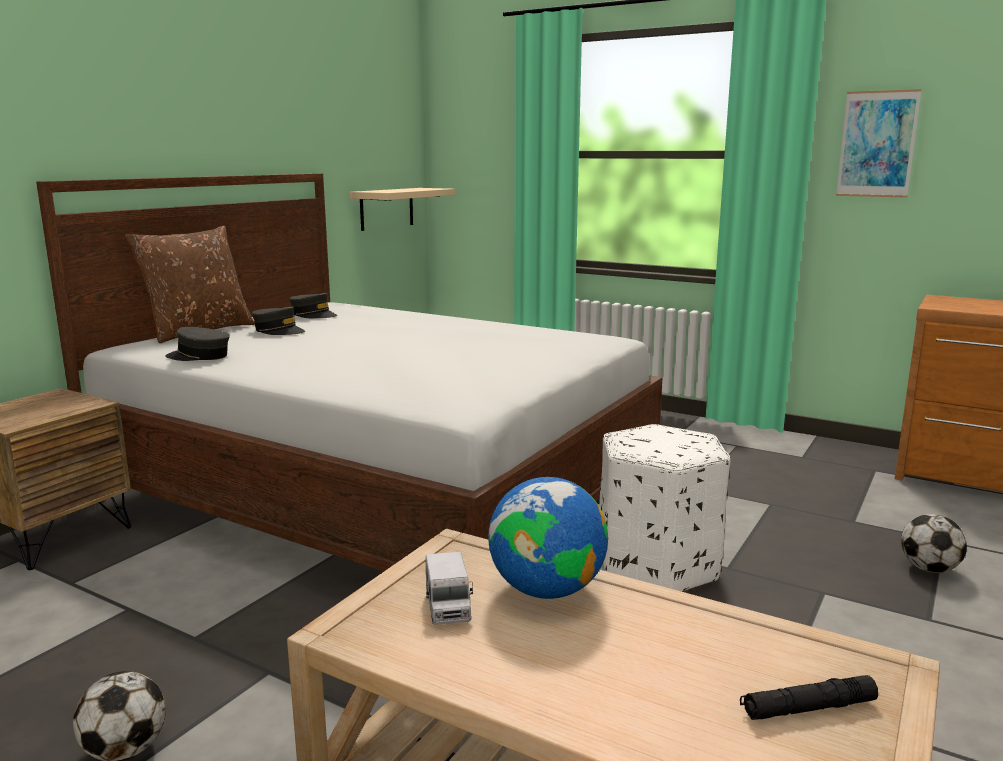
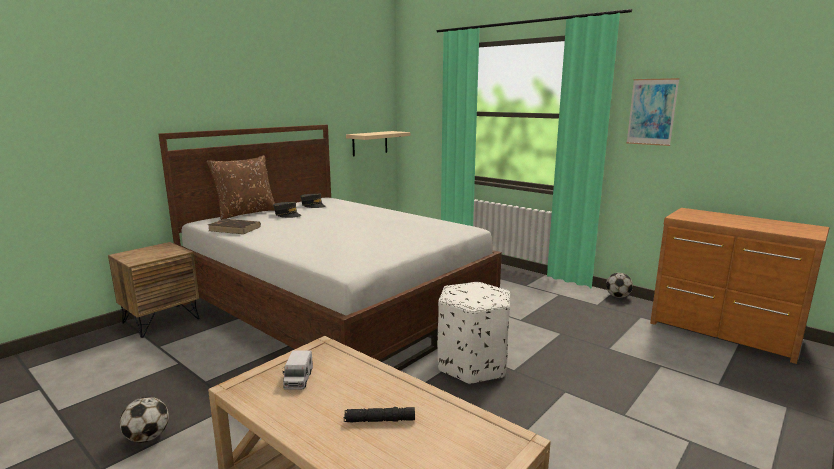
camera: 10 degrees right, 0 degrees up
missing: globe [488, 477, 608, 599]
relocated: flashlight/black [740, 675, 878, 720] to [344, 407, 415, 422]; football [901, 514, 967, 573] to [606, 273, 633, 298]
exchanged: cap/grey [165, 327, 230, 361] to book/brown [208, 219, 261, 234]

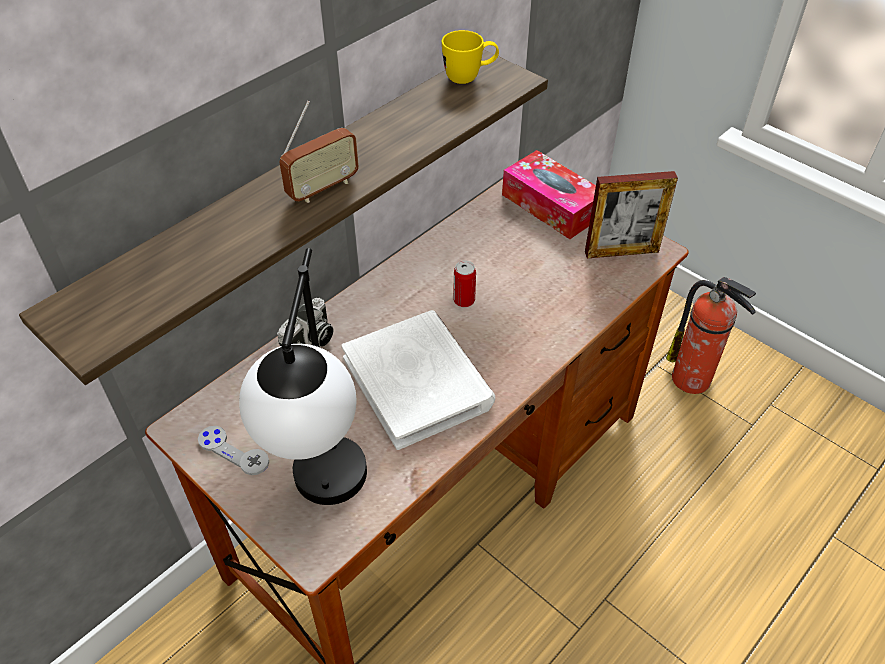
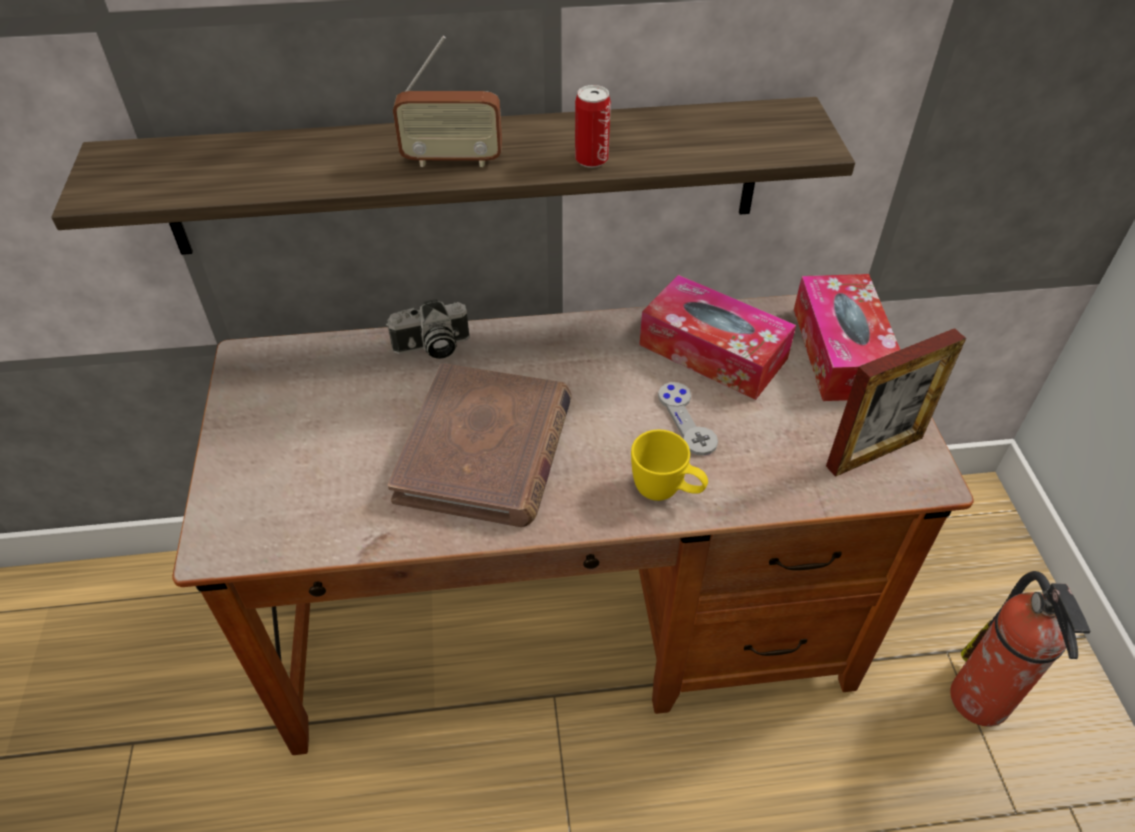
camera: 40 degrees right, 0 degrees up
missing: table lamp [239, 248, 367, 505]
appeared: tissue box [639, 275, 796, 400]
relocated: can [453, 261, 476, 307] to [575, 85, 611, 168]; mug/yellow [442, 30, 499, 84] to [631, 430, 708, 501]; game controller/grey [198, 426, 269, 475] to [658, 382, 718, 456]
colour: book/white [342, 310, 495, 450] to book/brown [388, 363, 572, 527]
spun: picture frame [585, 171, 678, 258] = [826, 328, 966, 477] 60 degrees counterclockwise

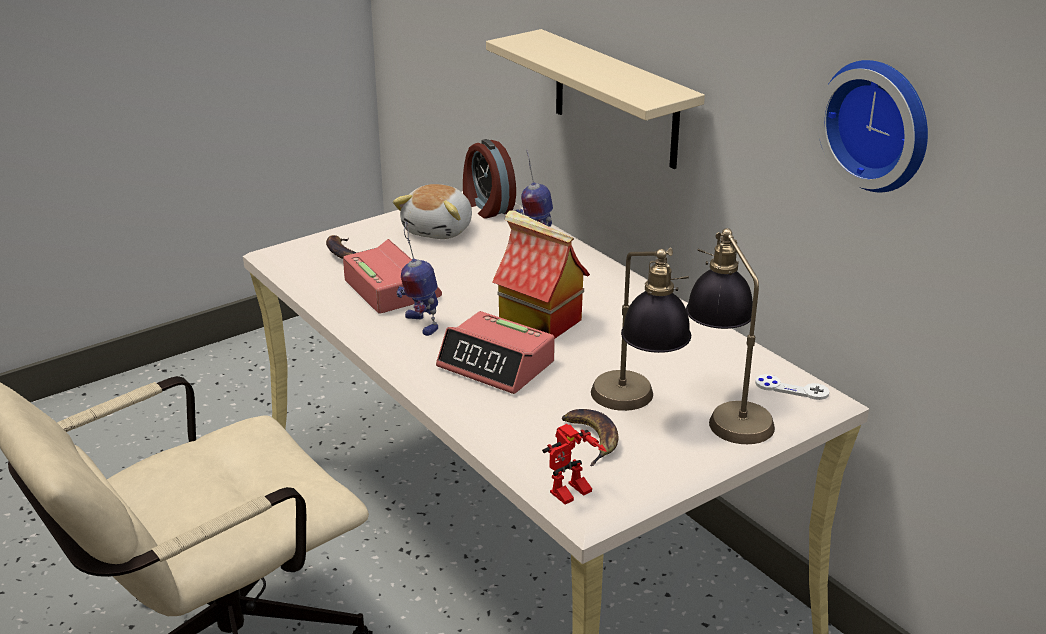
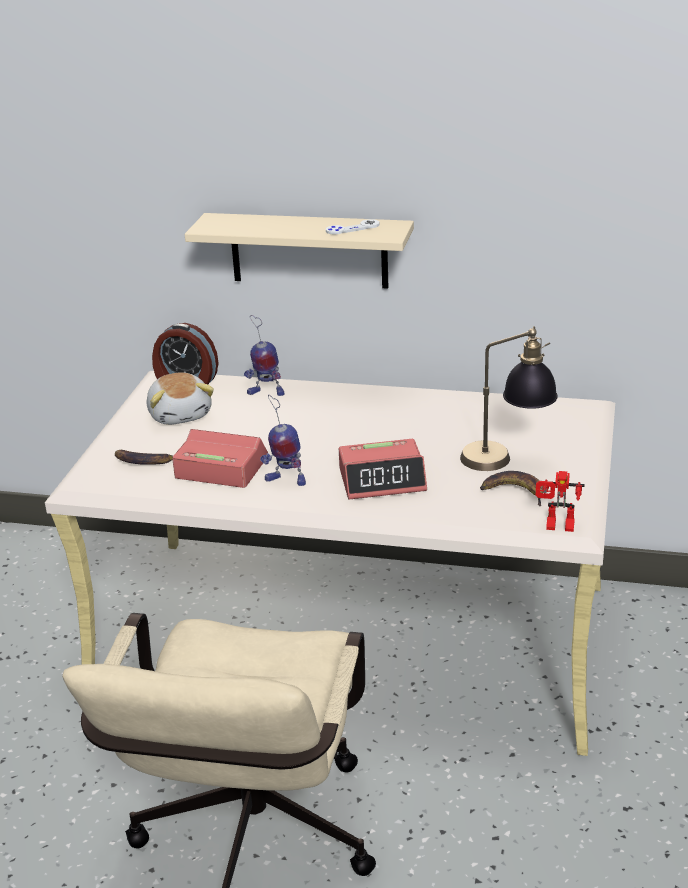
camera: 40 degrees left, 0 degrees up
missing: toy house [492, 211, 590, 338]; table lamp [686, 228, 775, 444]; wall clock [817, 60, 928, 192]
relocated: game controller/white [755, 374, 830, 400] to [326, 219, 379, 234]
spun: toy robot [542, 424, 607, 505] = [536, 471, 585, 532] 90 degrees clockwise

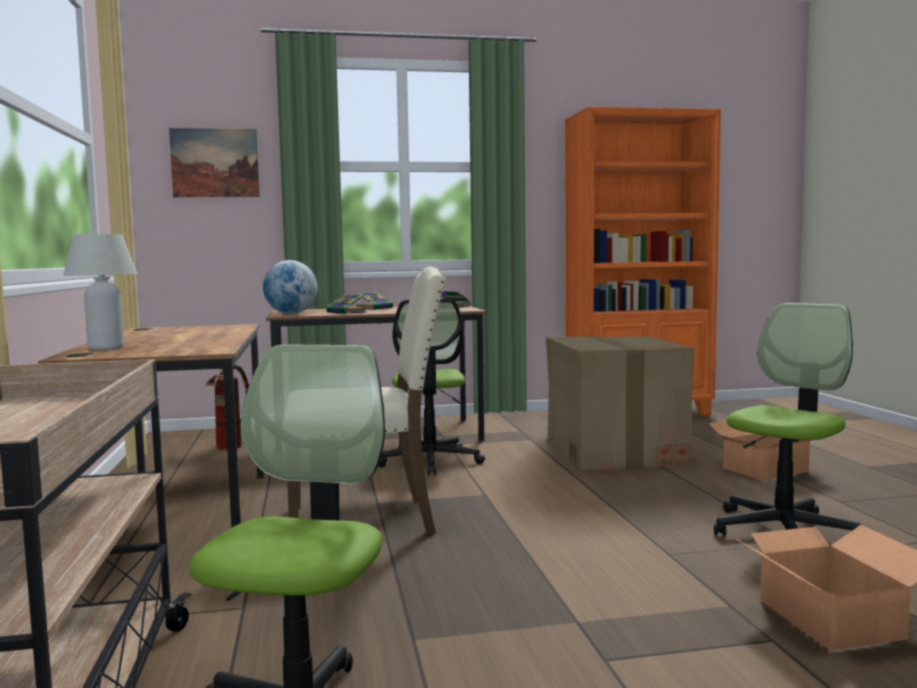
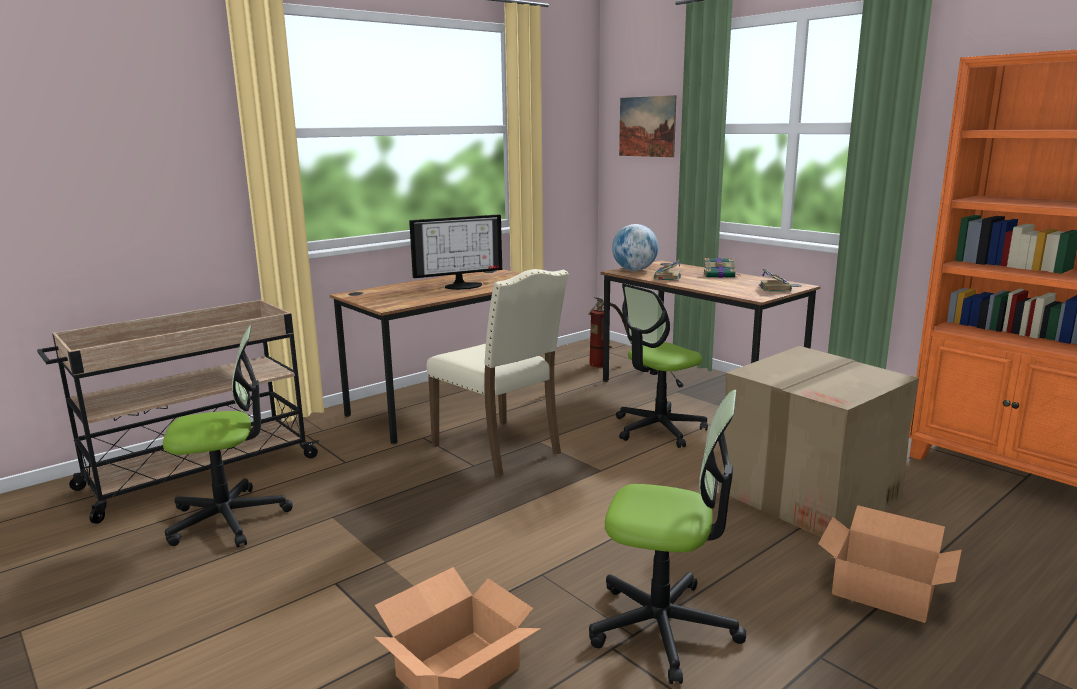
camera: 60 degrees right, 10 degrees up
missing: table lamp/white [63, 234, 137, 350]
appeared: monitor [409, 214, 502, 290]

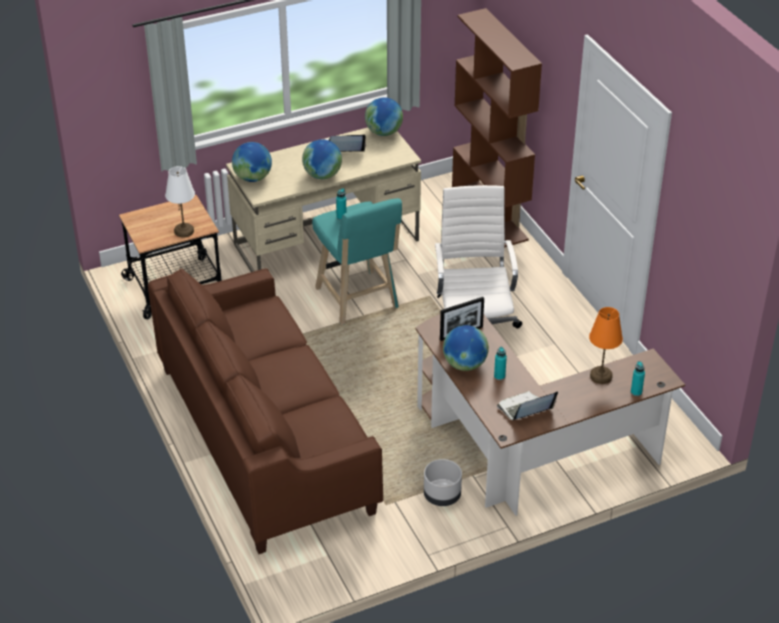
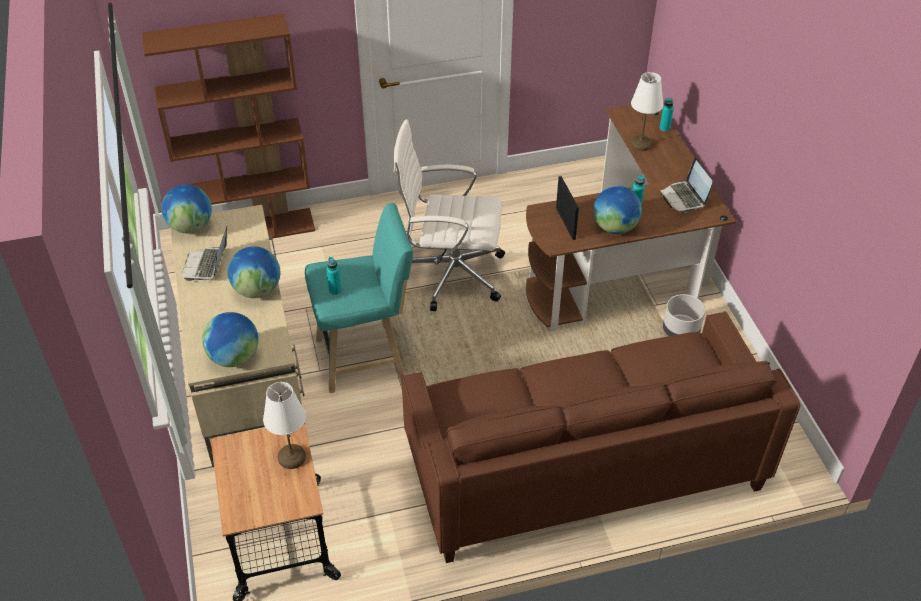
camera: 80 degrees left, 5 degrees up
colour: table lamp/orange [589, 307, 623, 384] to table lamp/white [630, 72, 663, 151]

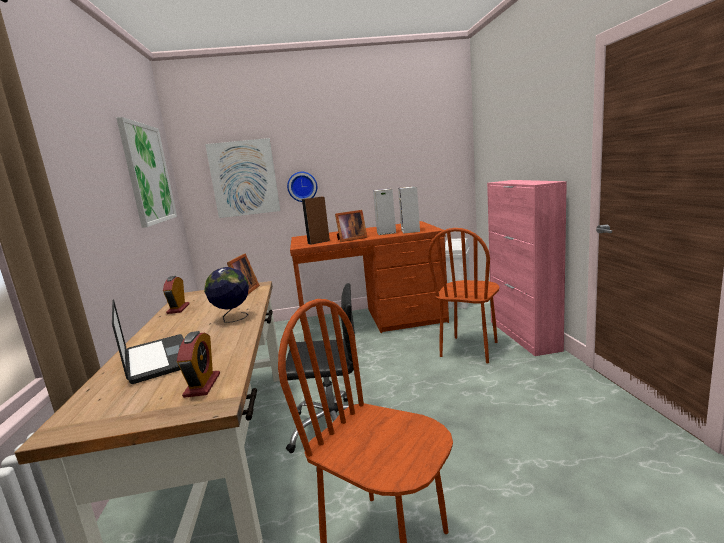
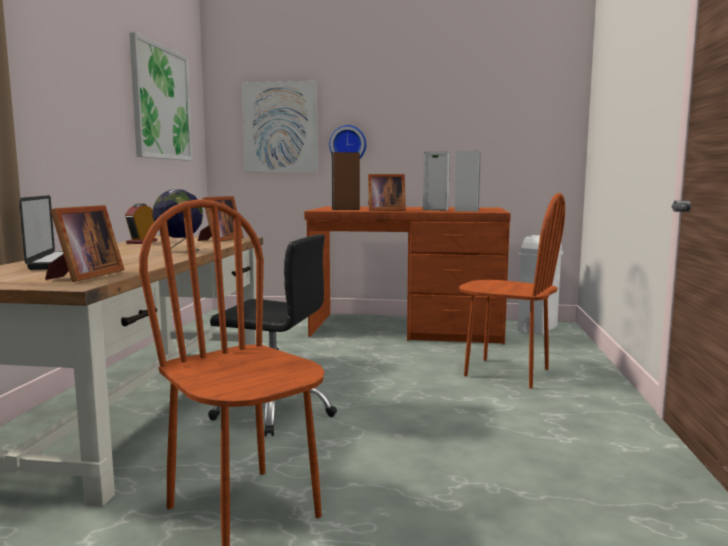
camera: 15 degrees right, 5 degrees down
missing: cabinet/pink [487, 180, 567, 356]
exchanged: alarm clock [177, 331, 220, 398] to picture frame [45, 205, 125, 282]
spun: chair/brown [428, 228, 500, 363] = [459, 193, 565, 389] 105 degrees counterclockwise

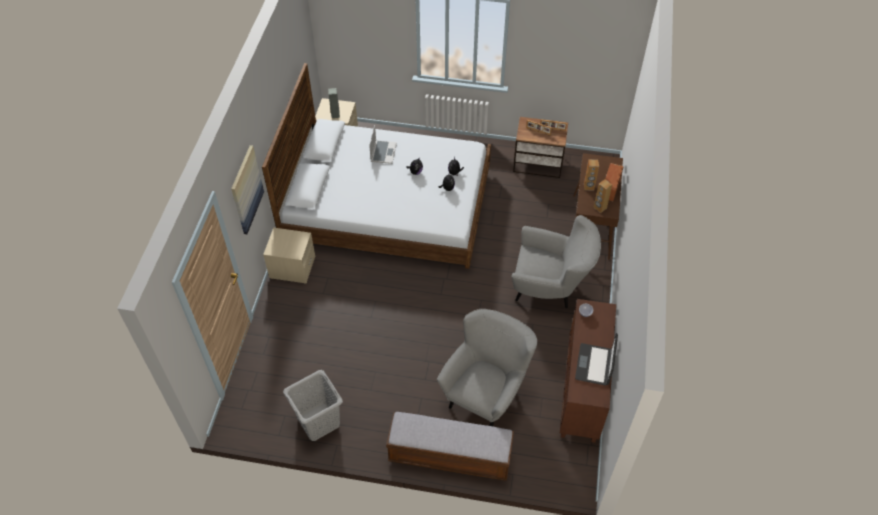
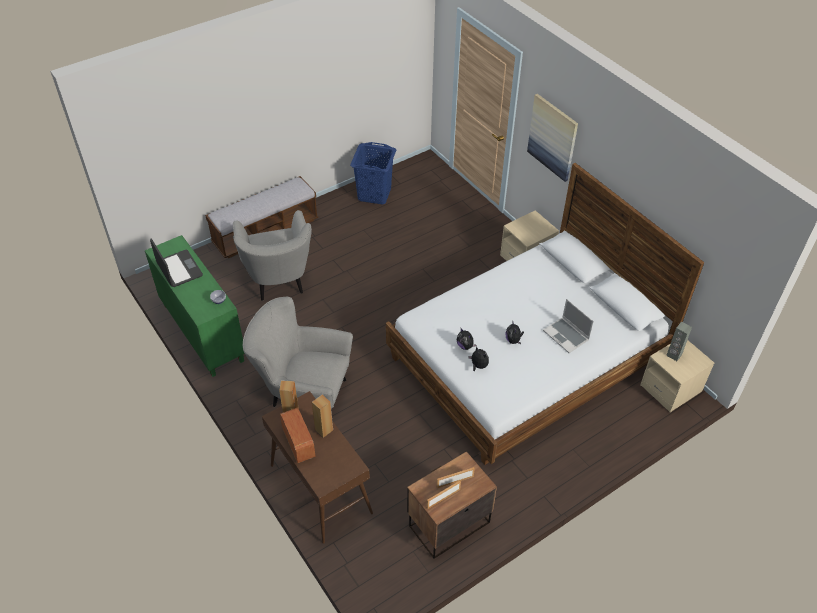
camera: 135 degrees right, 5 degrees down
colour: cabinet/brown [560, 299, 616, 443] to cabinet/green [145, 235, 245, 377]; laundry basket/grey [283, 370, 343, 441] to laundry basket/blue [350, 142, 396, 205]
spun: armchair/grey [512, 215, 601, 308] = [243, 297, 353, 408] 45 degrees clockwise

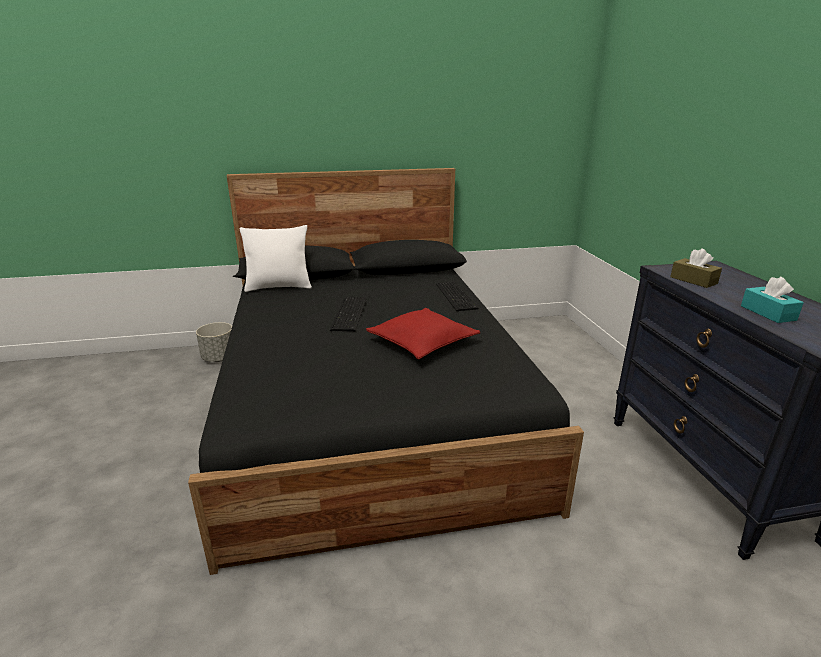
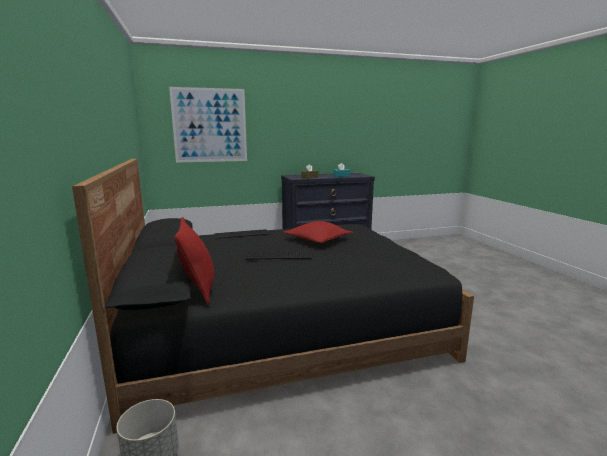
camera: 95 degrees left, 10 degrees down
appeared: picture [169, 87, 247, 163]
colour: pillow/white [240, 225, 312, 292] to pillow/red [174, 217, 214, 305]

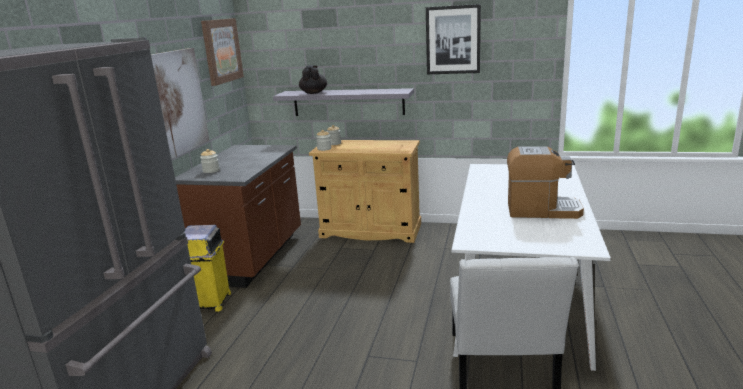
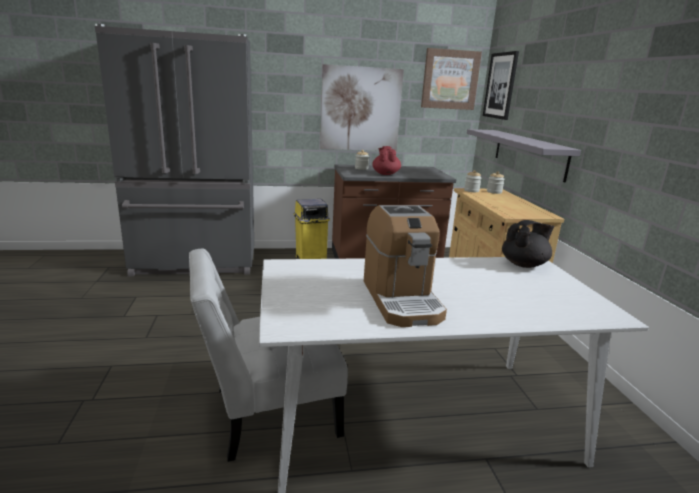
camera: 65 degrees right, 0 degrees up
appeared: teapot/red [372, 146, 401, 175]
relocated: picture [426, 4, 481, 74] to [483, 51, 519, 120]; teapot/black [299, 65, 327, 94] to [502, 220, 554, 268]

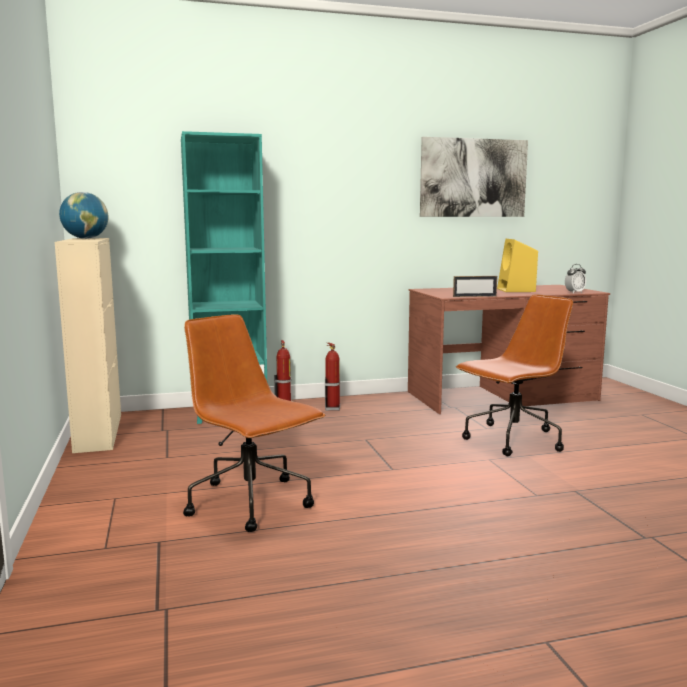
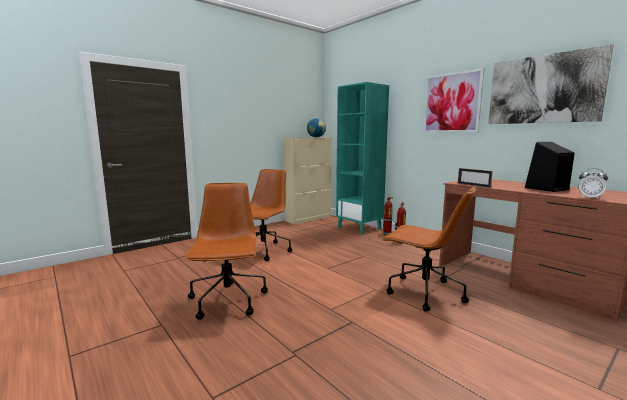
camera: 65 degrees right, 0 degrees up
appeared: office chair/brown [185, 183, 268, 320]; picture [423, 68, 485, 133]
colour: speaker/yellow [497, 239, 538, 292] to speaker/black [525, 142, 575, 192]

